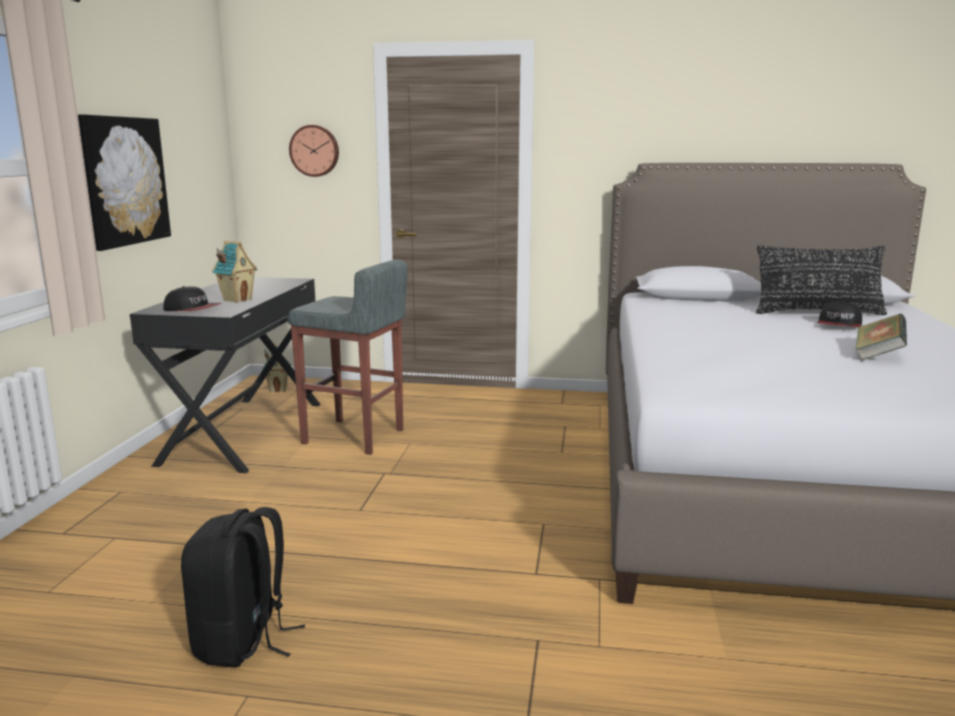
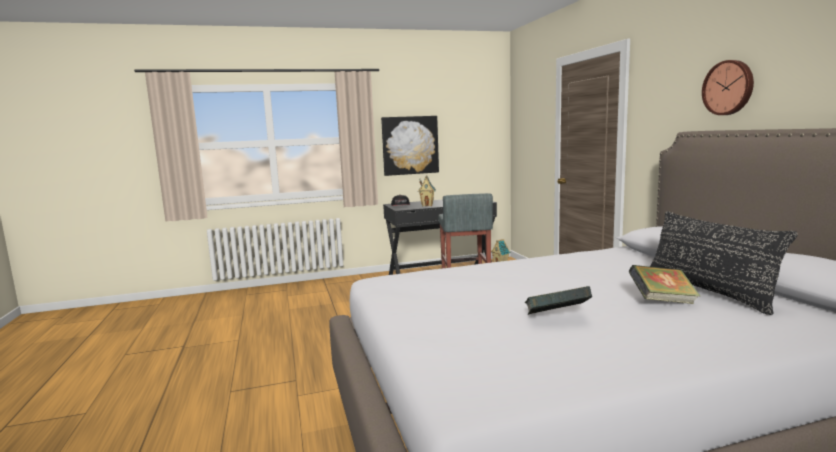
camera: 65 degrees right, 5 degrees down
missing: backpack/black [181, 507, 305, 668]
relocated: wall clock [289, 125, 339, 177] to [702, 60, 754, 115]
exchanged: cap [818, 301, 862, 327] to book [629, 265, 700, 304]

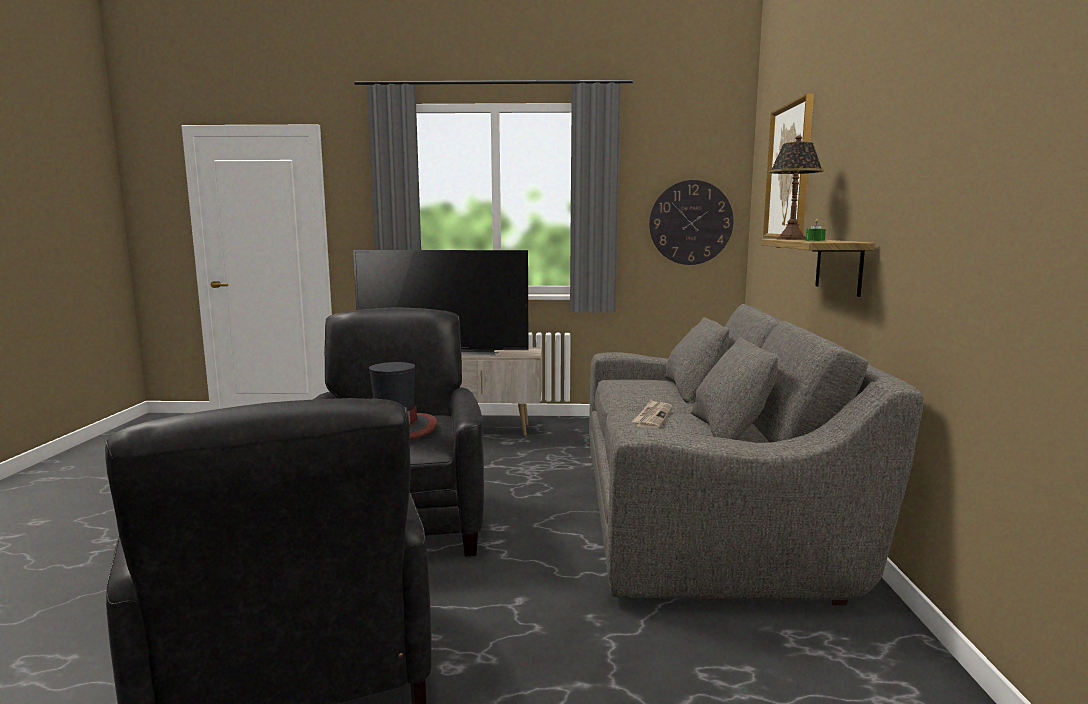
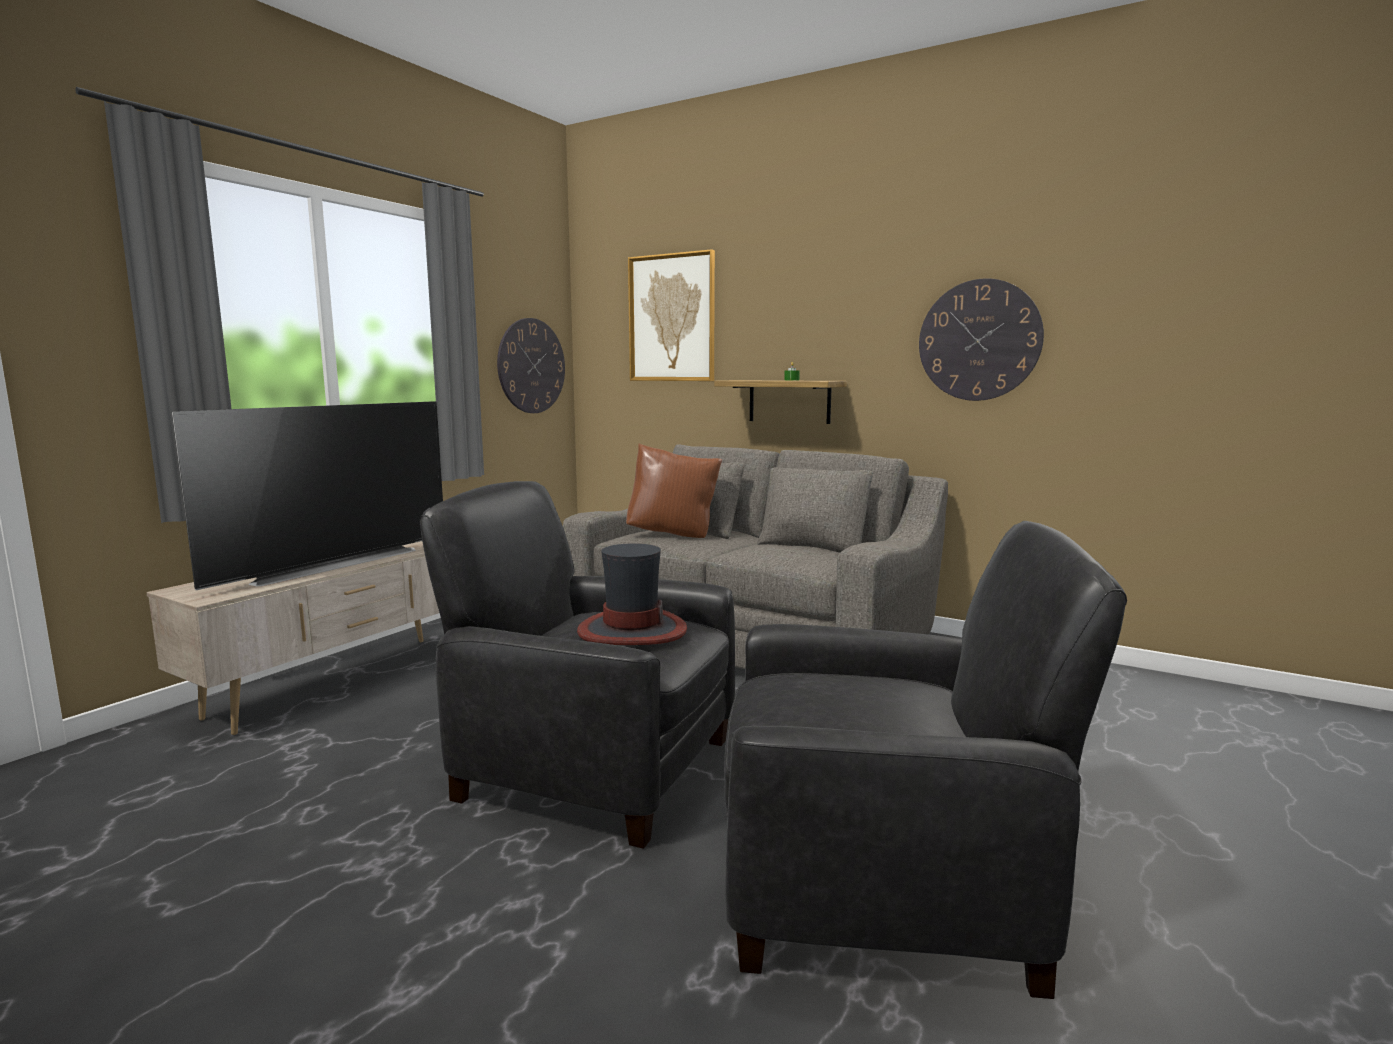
camera: 60 degrees left, 0 degrees up
missing: newspaper [632, 400, 673, 429]; table lamp [769, 135, 824, 240]
appeared: pillow/brown [626, 443, 722, 538]; wall clock [919, 278, 1044, 401]

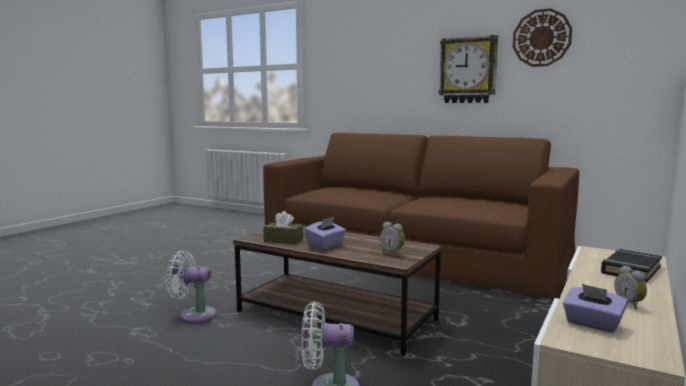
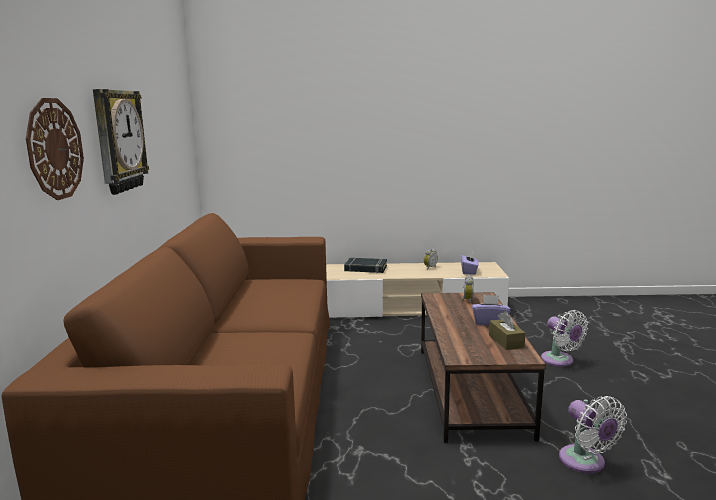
camera: 120 degrees left, 5 degrees up
relocated: wall clock [513, 8, 572, 67] to [26, 98, 84, 200]

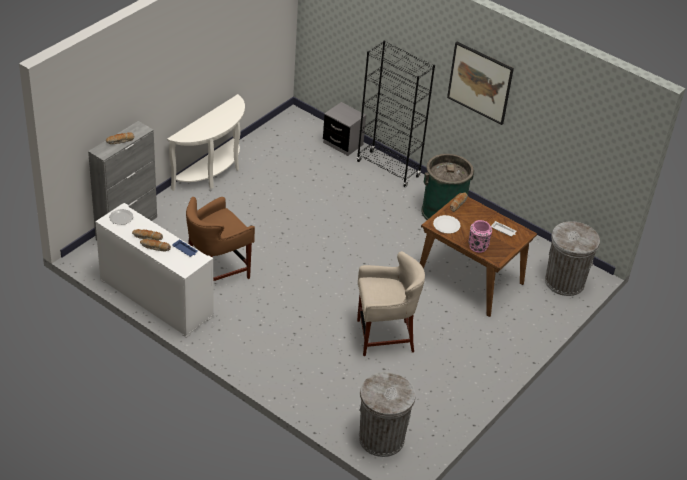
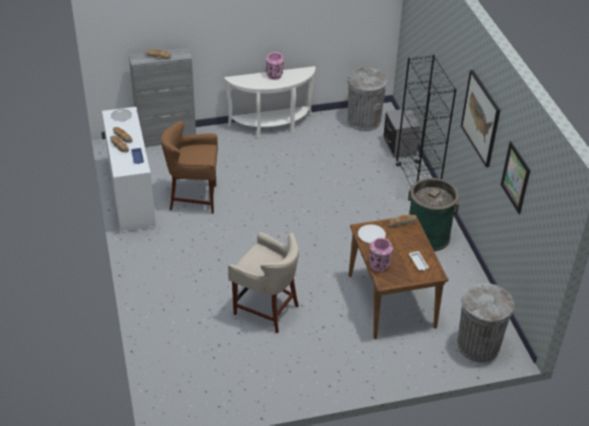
camera: 40 degrees right, 0 degrees up
appeared: vase/pink [266, 52, 284, 80]; picture [501, 141, 530, 214]
relocated: trash can/grey [359, 372, 416, 457] to [347, 68, 388, 131]

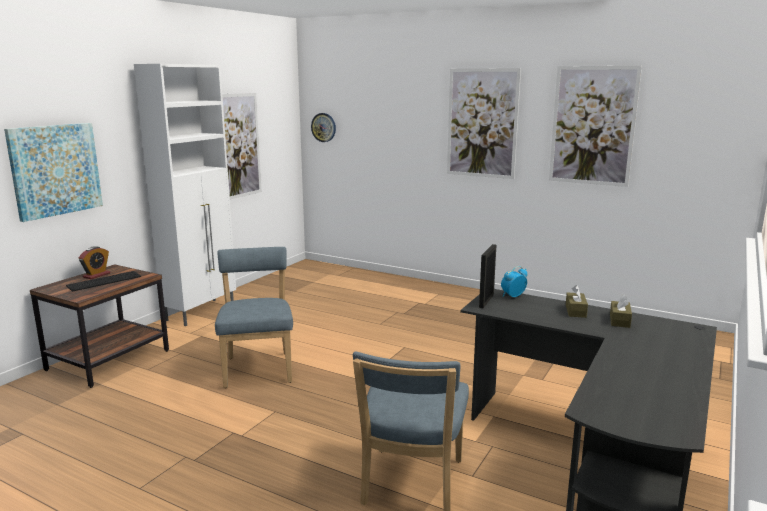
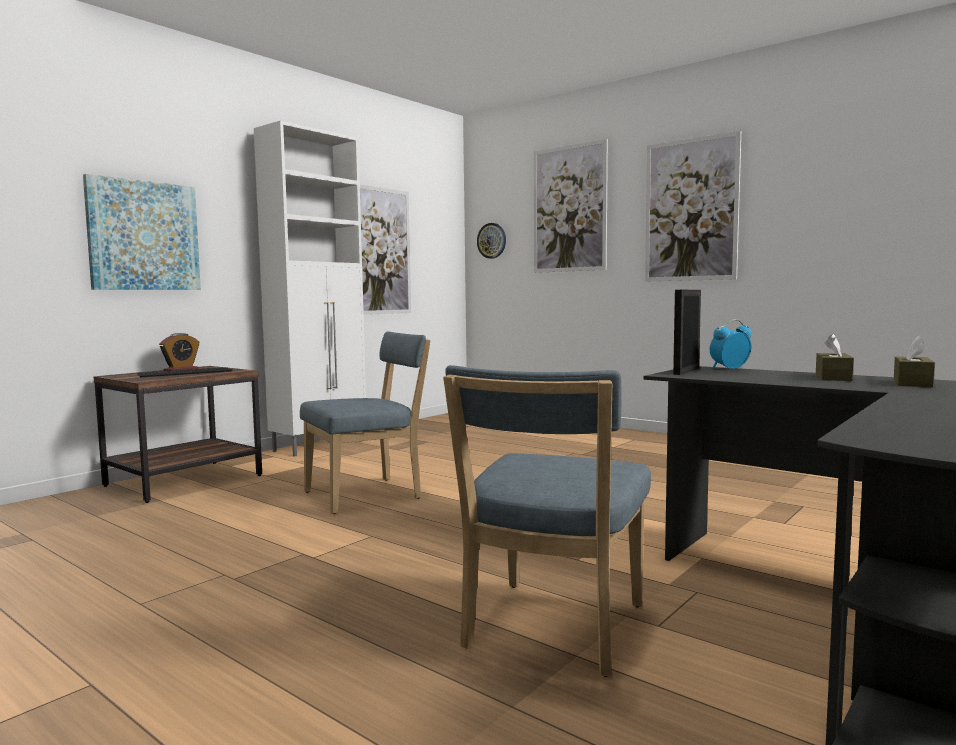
camera: 10 degrees right, 10 degrees down
relocated: picture [549, 66, 642, 187] to [534, 139, 608, 273]
spun: chair/blue [215, 247, 293, 388] = [300, 332, 431, 514] 60 degrees clockwise

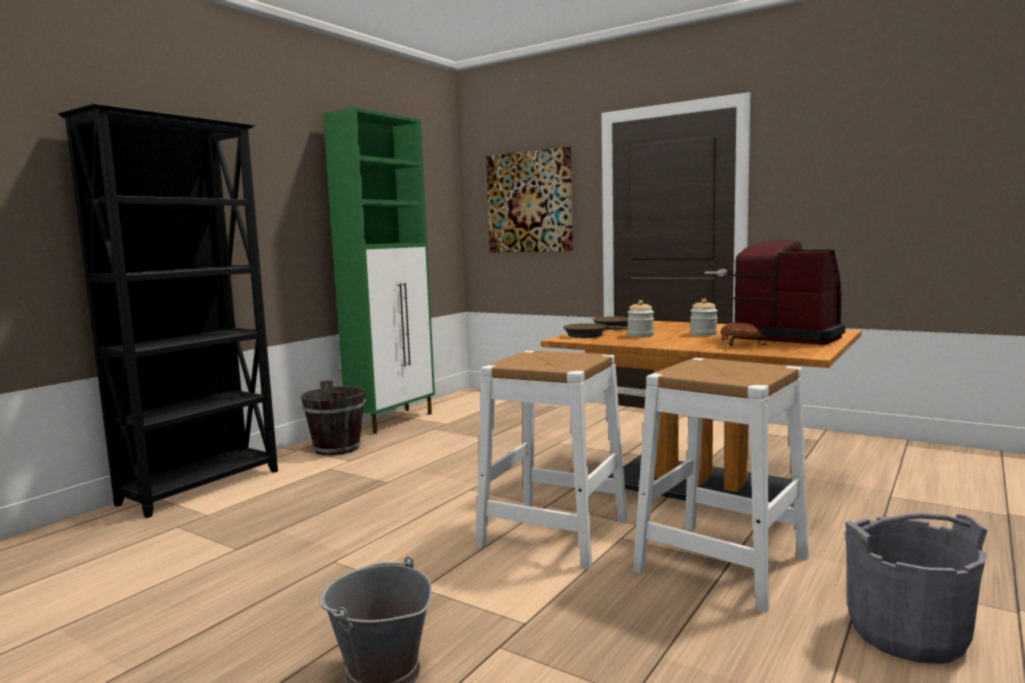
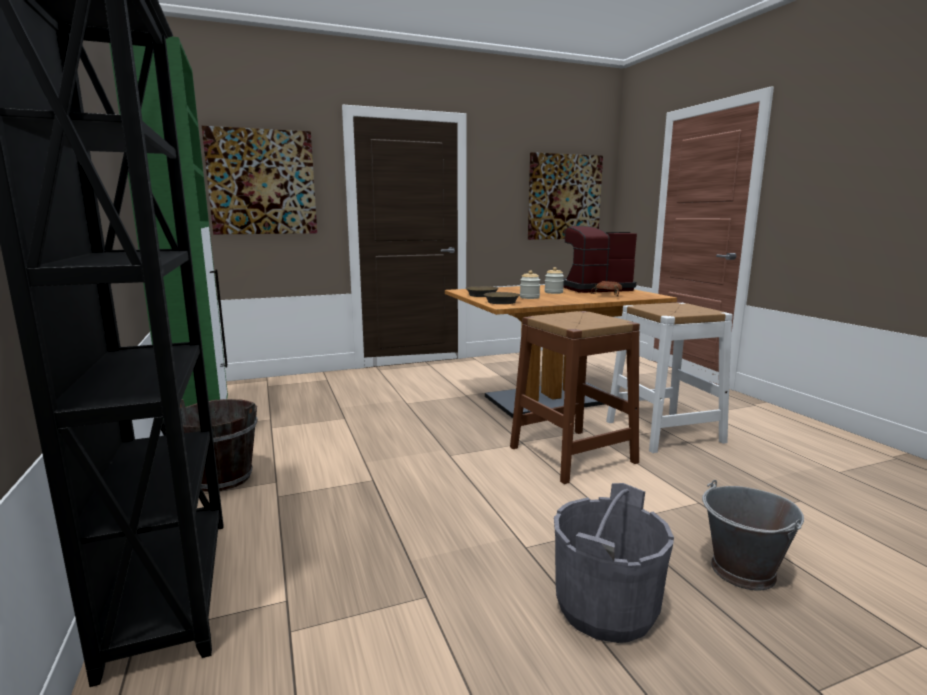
camera: 55 degrees left, 5 degrees up
appeared: picture [528, 152, 603, 240]
relocated: bucket/grey [845, 513, 988, 664] to [554, 483, 674, 643]
colour: stool/white [475, 351, 628, 570] to stool/brown [510, 311, 640, 484]

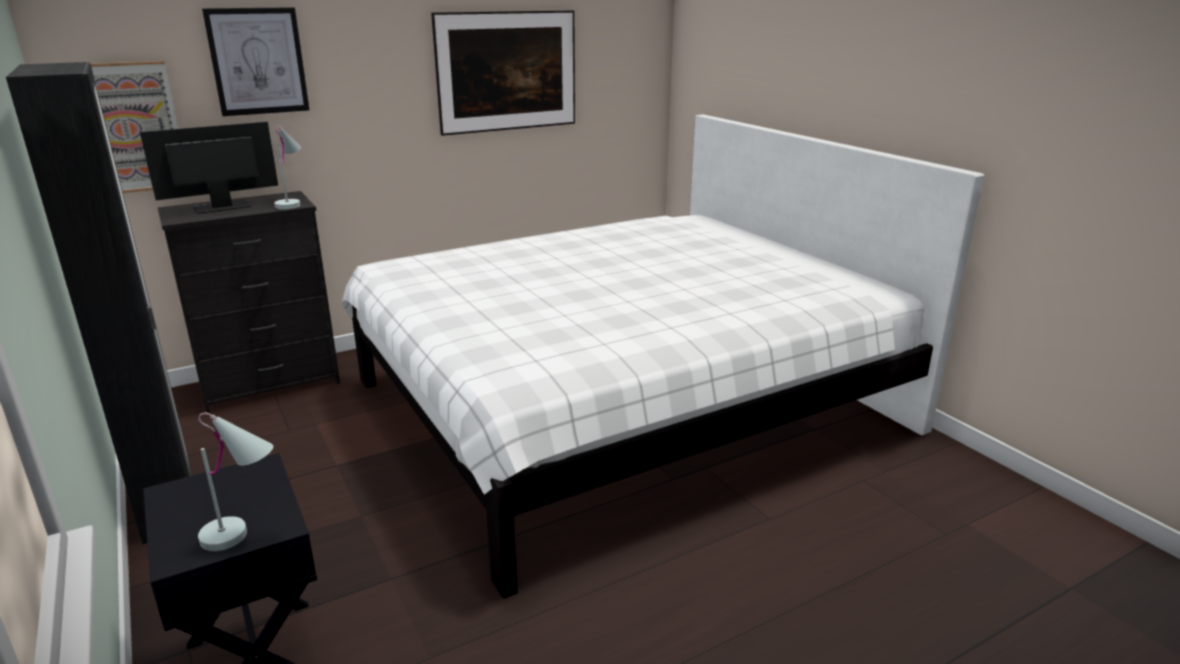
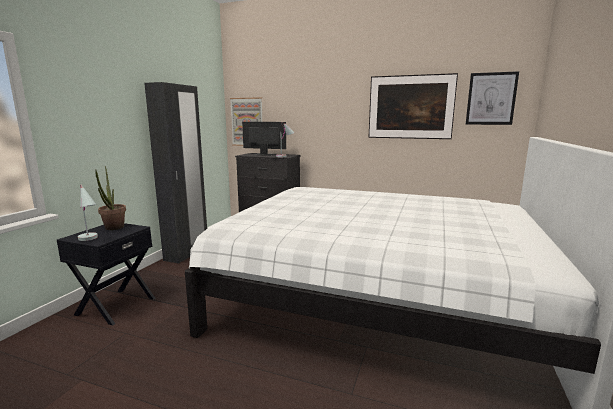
camera: 50 degrees right, 10 degrees down
appeared: potted plant [95, 166, 126, 230]
relocated: picture [202, 7, 309, 116] to [466, 71, 519, 125]

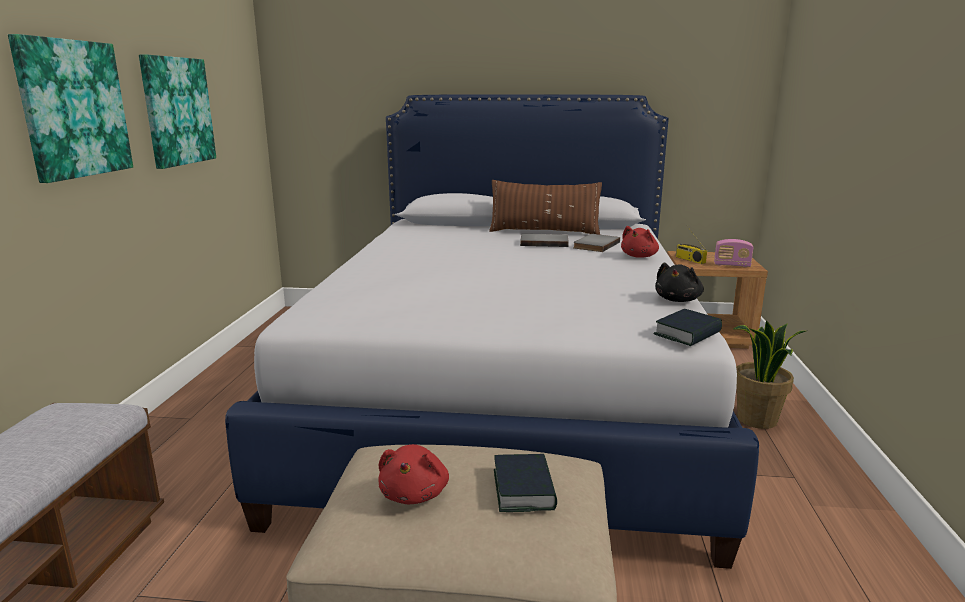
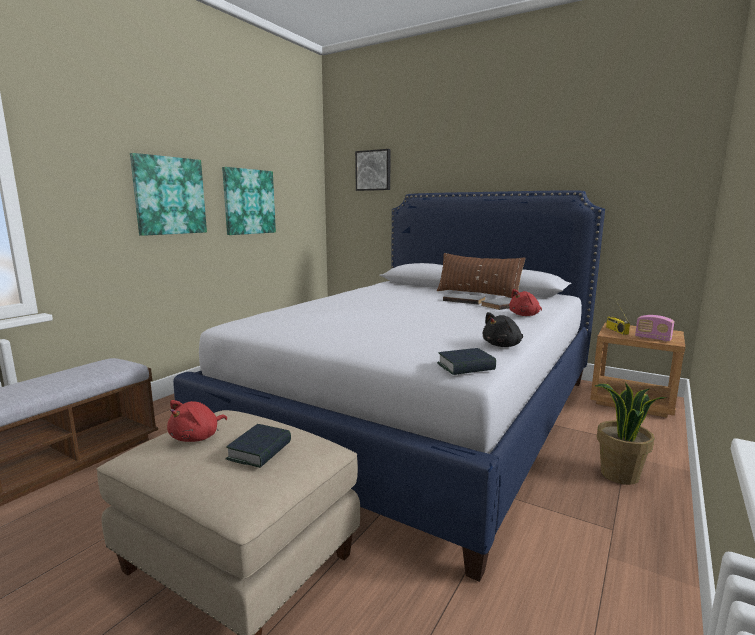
camera: 25 degrees right, 5 degrees down
appeared: picture [355, 149, 391, 191]

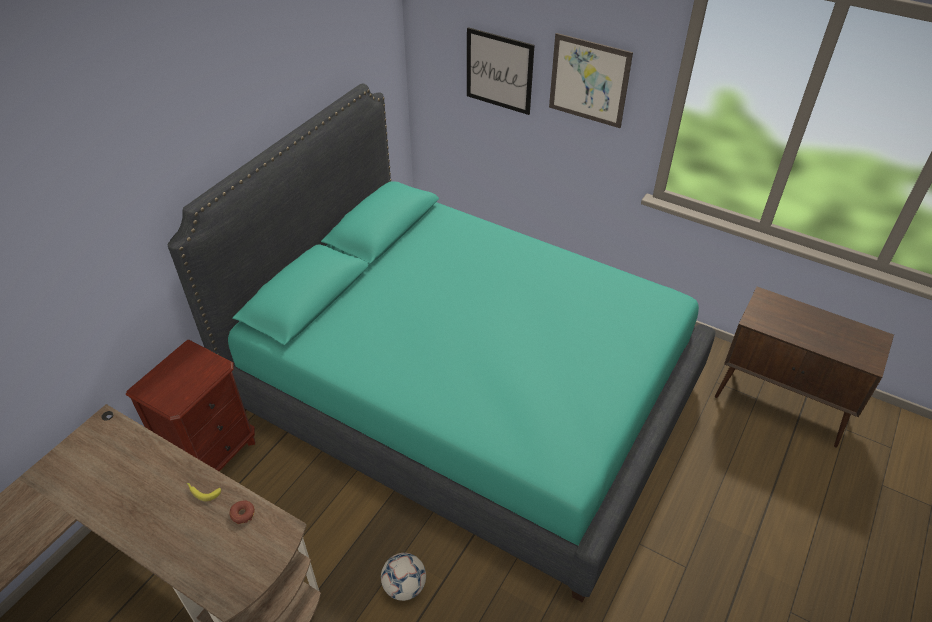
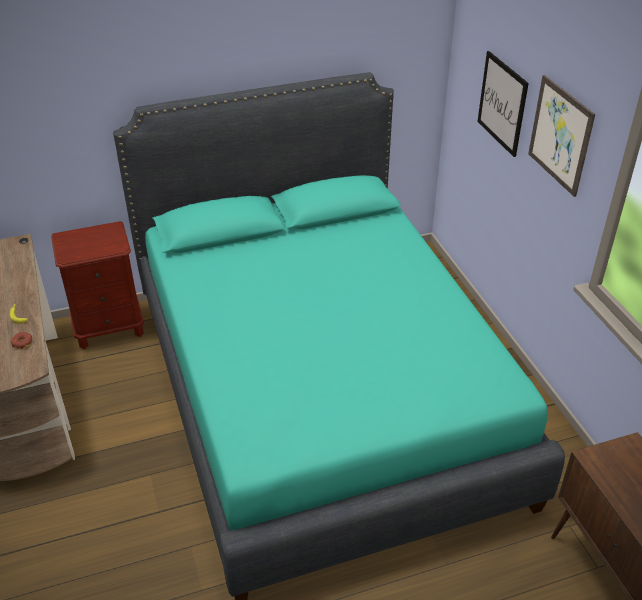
camera: 40 degrees right, 5 degrees down
missing: football [381, 553, 426, 601]

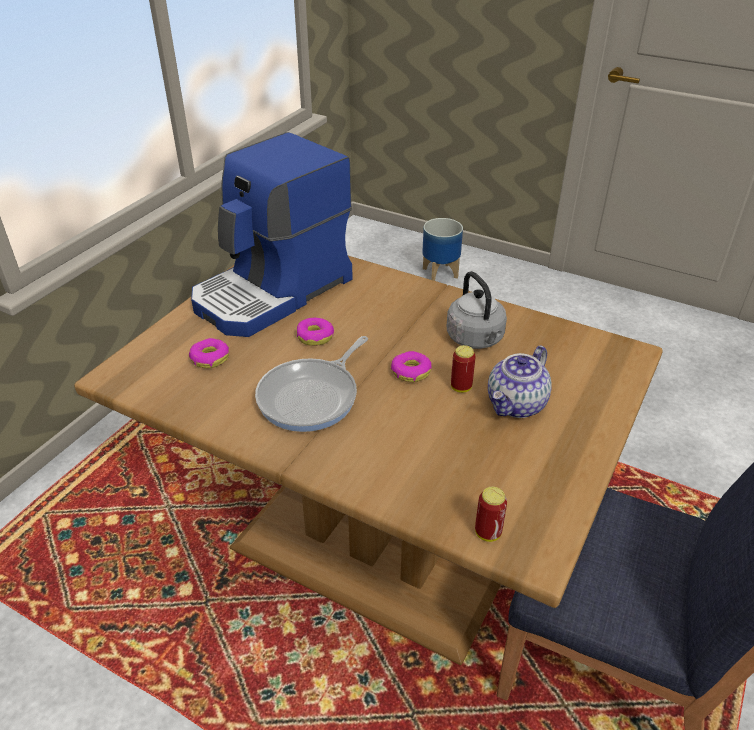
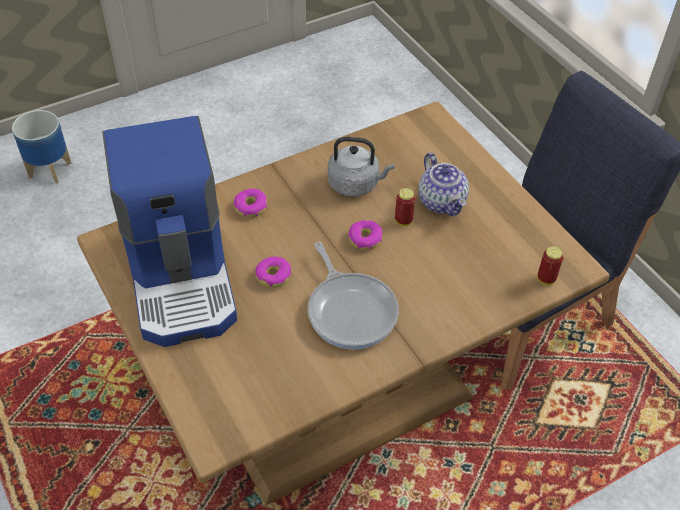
camera: 60 degrees left, 10 degrees up
relocated: donut [189, 338, 229, 368] to [234, 188, 267, 217]

